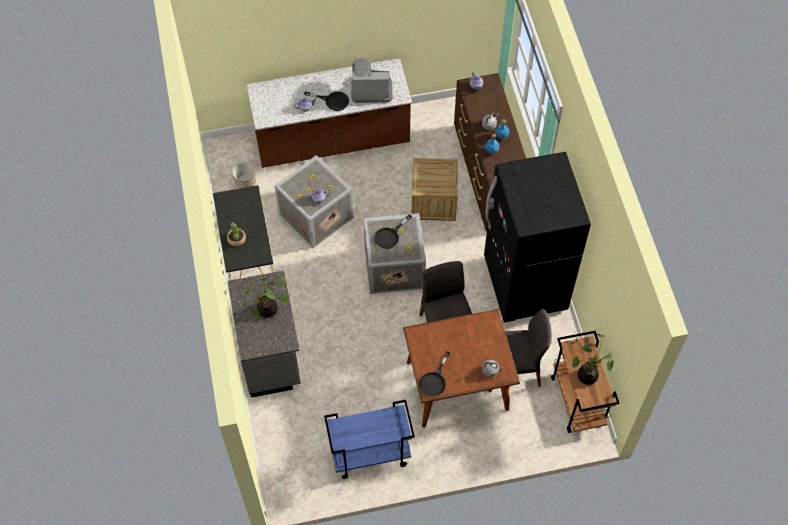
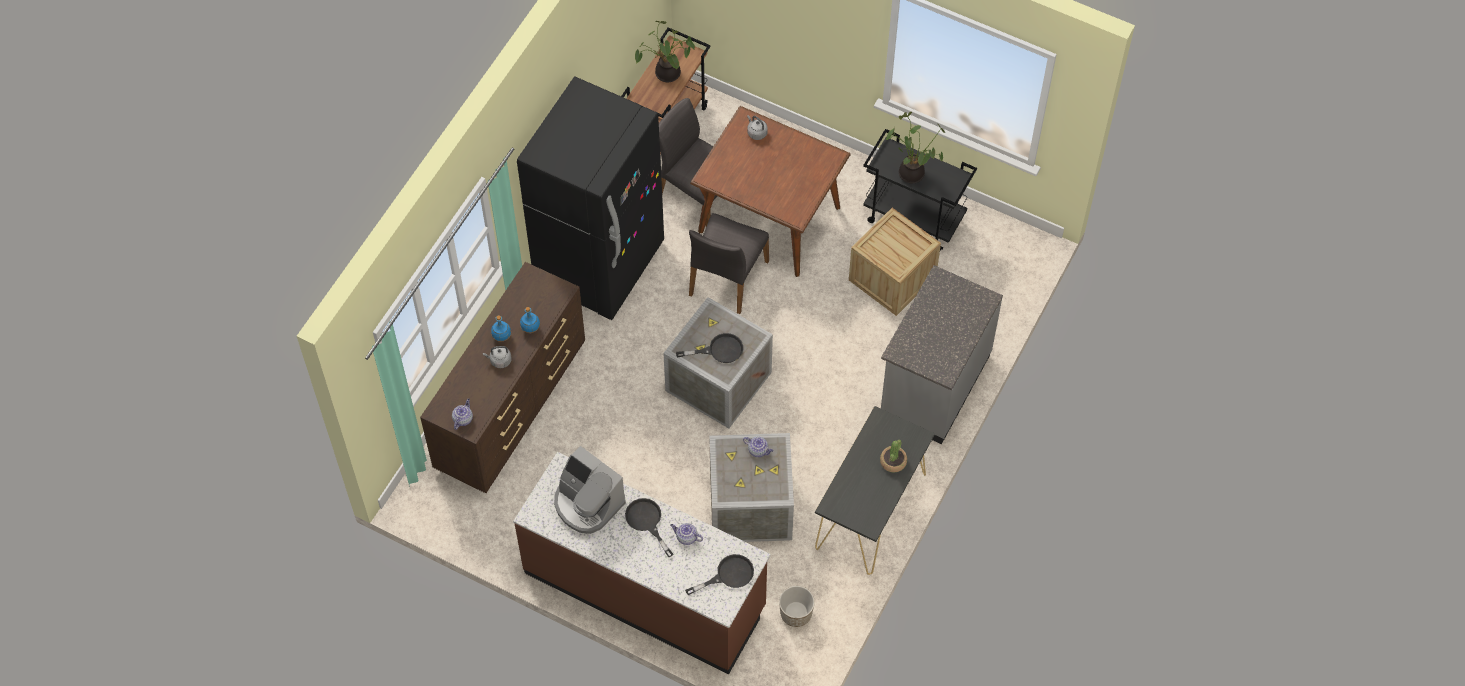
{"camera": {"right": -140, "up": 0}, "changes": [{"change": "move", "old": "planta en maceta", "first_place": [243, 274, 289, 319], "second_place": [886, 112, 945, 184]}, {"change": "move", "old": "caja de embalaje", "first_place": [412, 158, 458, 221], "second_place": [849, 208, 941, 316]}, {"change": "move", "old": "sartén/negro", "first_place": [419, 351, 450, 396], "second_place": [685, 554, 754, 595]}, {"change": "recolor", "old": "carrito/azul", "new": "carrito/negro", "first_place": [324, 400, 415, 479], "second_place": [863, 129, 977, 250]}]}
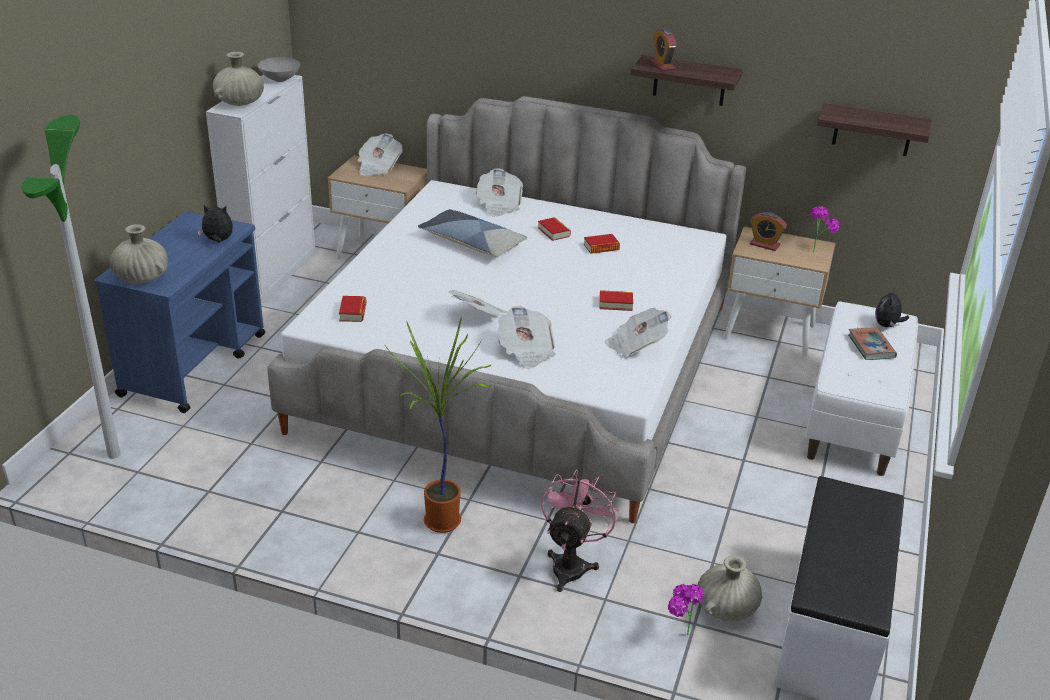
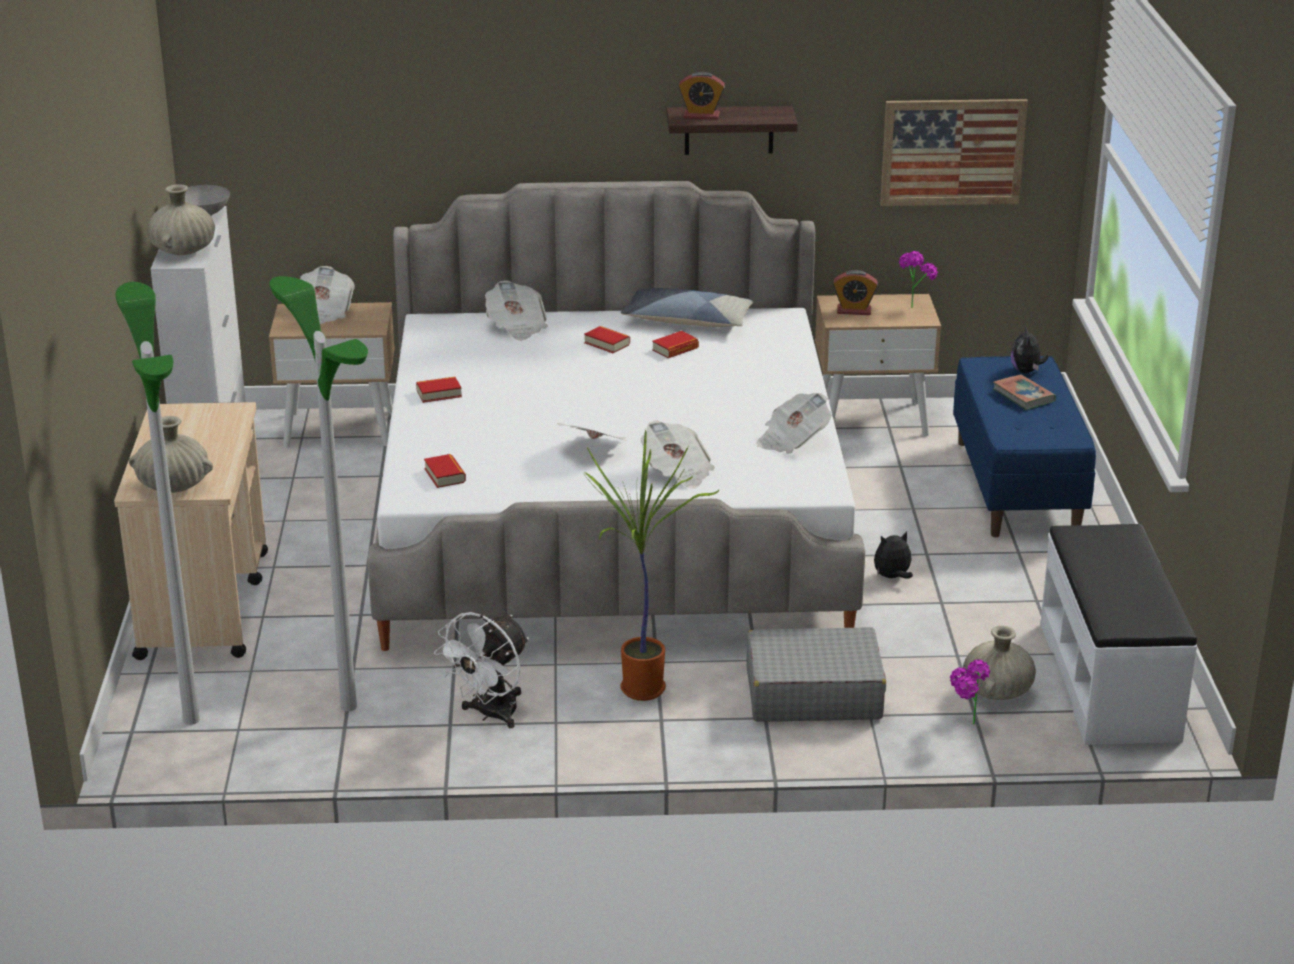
{"camera": {"right": -20, "up": -5}, "changes": [{"change": "insert", "new": "lámpara de pie", "second_place": [269, 276, 368, 712]}, {"change": "insert", "new": "ventilador/blanco", "second_place": [434, 612, 529, 728]}, {"change": "move", "old": "peluche", "first_place": [198, 205, 233, 243], "second_place": [874, 531, 913, 579]}, {"change": "move", "old": "cojín", "first_place": [418, 209, 527, 257], "second_place": [621, 288, 754, 327]}, {"change": "move", "old": "libro", "first_place": [599, 290, 633, 311], "second_place": [416, 377, 462, 403]}, {"change": "replace", "old": "ventilador/rosa", "new": "maleta/gris", "first_place": [541, 470, 620, 592], "second_place": [746, 627, 886, 722]}, {"change": "replace", "old": "estante", "new": "cuadro", "first_place": [817, 103, 932, 156], "second_place": [880, 99, 1028, 206]}, {"change": "recolor", "old": "carrito/azul", "new": "carrito/beis", "first_place": [94, 211, 265, 413], "second_place": [114, 402, 268, 660]}, {"change": "recolor", "old": "banco/blanco", "new": "banco/azul", "first_place": [805, 301, 918, 476], "second_place": [953, 356, 1096, 537]}, {"change": "rotate", "old": "despertador", "first_place": [650, 28, 677, 71], "second_place": [678, 72, 725, 120], "degrees": -45}]}
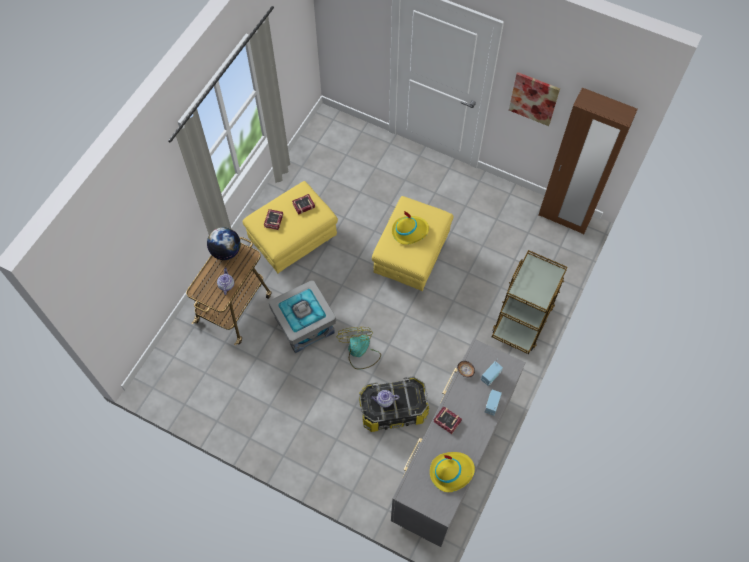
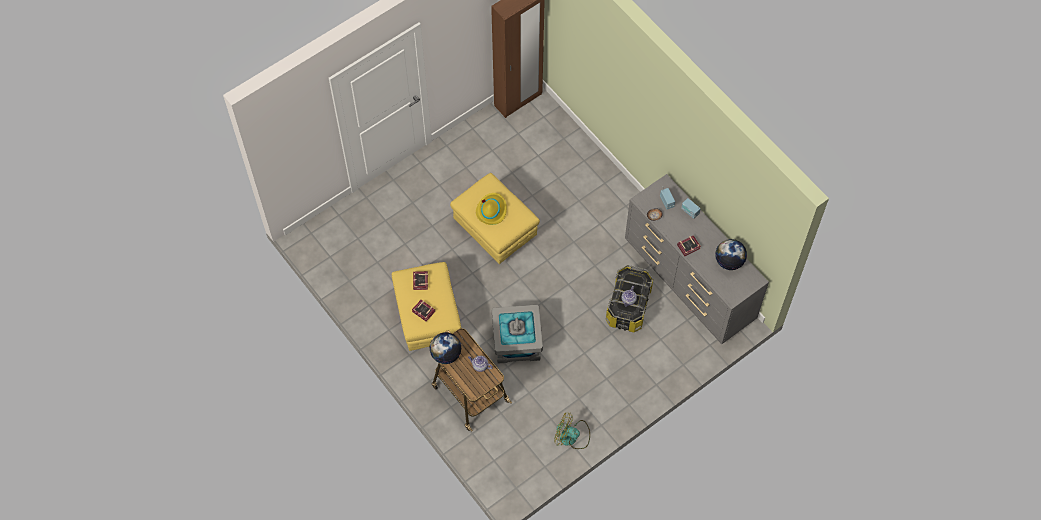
{"camera": {"right": -65, "up": 0}, "changes": [{"change": "delete", "old": "carrito/marrón", "first_place": [492, 250, 568, 354]}, {"change": "delete", "old": "cuadro", "first_place": [509, 72, 560, 126]}, {"change": "move", "old": "ventilador", "first_place": [336, 327, 381, 370], "second_place": [554, 412, 590, 449]}, {"change": "replace", "old": "sombrero/amarillo", "new": "globo terráqueo", "first_place": [430, 452, 475, 492], "second_place": [715, 239, 747, 270]}]}
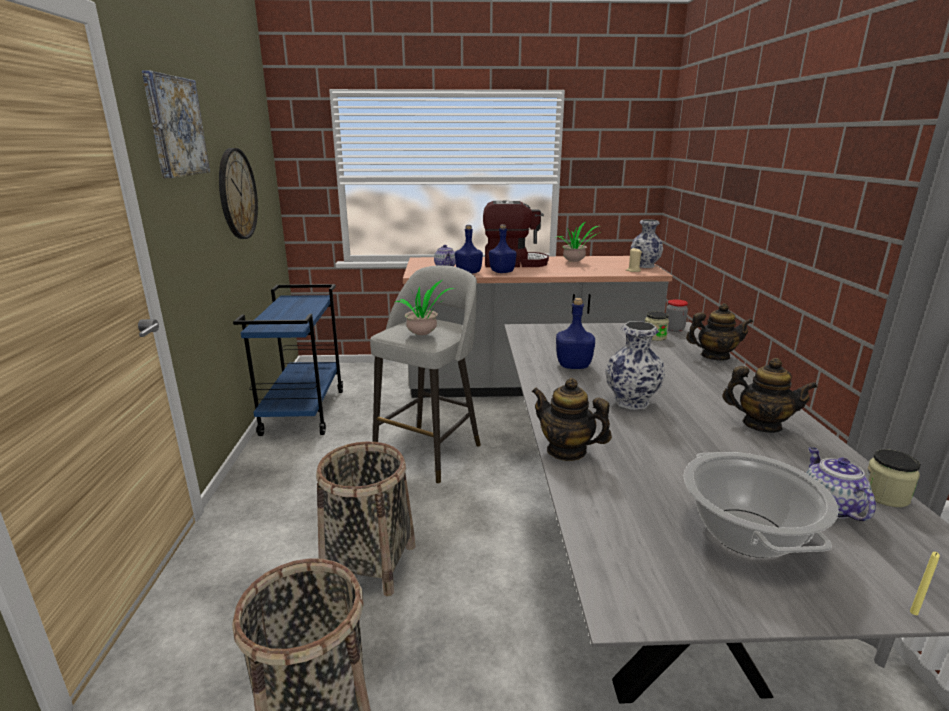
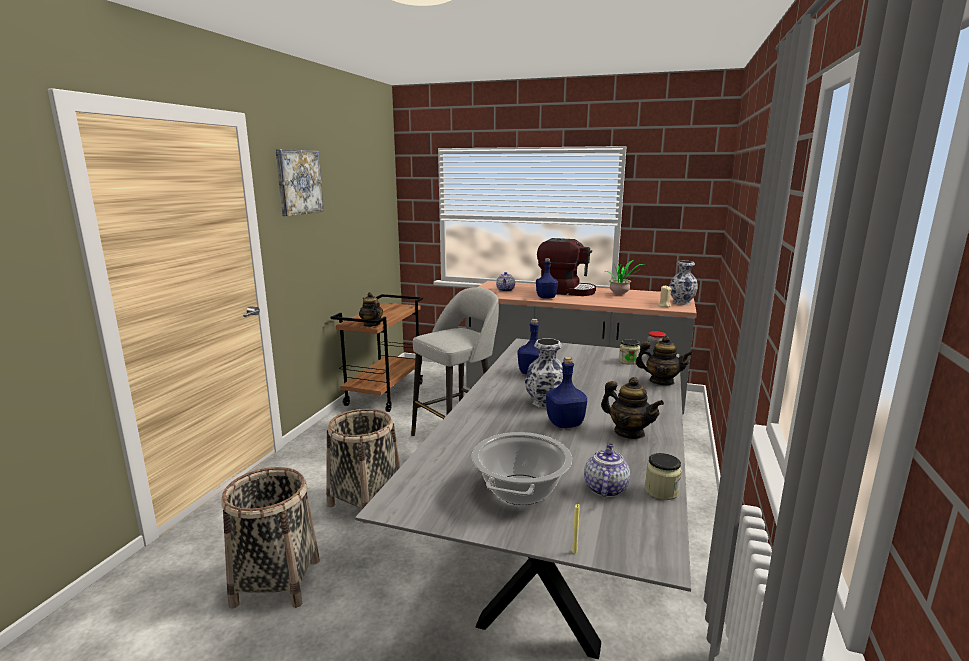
{"camera": {"right": 20, "up": -5}, "changes": [{"change": "delete", "old": "reloj de pared", "first_place": [219, 148, 258, 239]}, {"change": "delete", "old": "planta en maceta", "first_place": [394, 280, 455, 335]}, {"change": "move", "old": "botella/azul", "first_place": [455, 225, 483, 274], "second_place": [546, 357, 587, 428]}, {"change": "move", "old": "tetera", "first_place": [532, 378, 612, 461], "second_place": [359, 292, 383, 327]}, {"change": "recolor", "old": "carrito/azul", "new": "carrito/marrón", "first_place": [233, 284, 343, 436], "second_place": [331, 294, 423, 412]}]}
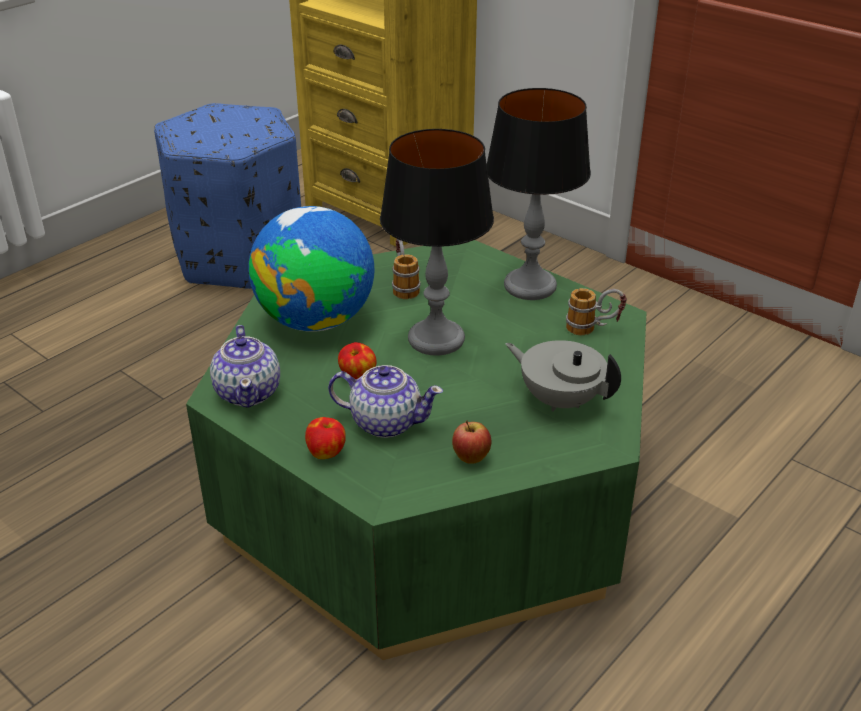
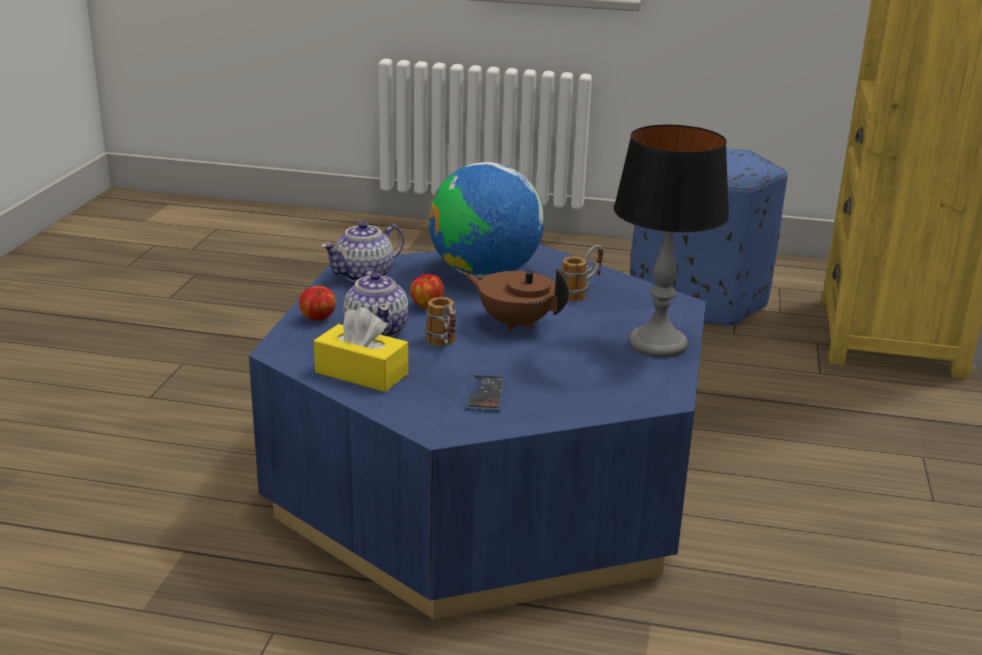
{"camera": {"right": 60, "up": -10}, "changes": [{"change": "move", "old": "taza grande", "first_place": [566, 288, 627, 335], "second_place": [425, 297, 456, 346]}, {"change": "replace", "old": "lámpara de mesa", "new": "tetera/marrón", "first_place": [380, 129, 494, 356], "second_place": [464, 269, 569, 331]}, {"change": "replace", "old": "manzana", "new": "caja de pañuelos/amarillo", "first_place": [452, 420, 492, 463], "second_place": [314, 307, 408, 392]}, {"change": "replace", "old": "tetera/gris", "new": "móvil", "first_place": [506, 340, 621, 411], "second_place": [465, 375, 506, 412]}, {"change": "recolor", "old": "mesa de centro/verde", "new": "mesa de centro/azul", "first_place": [186, 240, 647, 660], "second_place": [249, 244, 706, 620]}]}
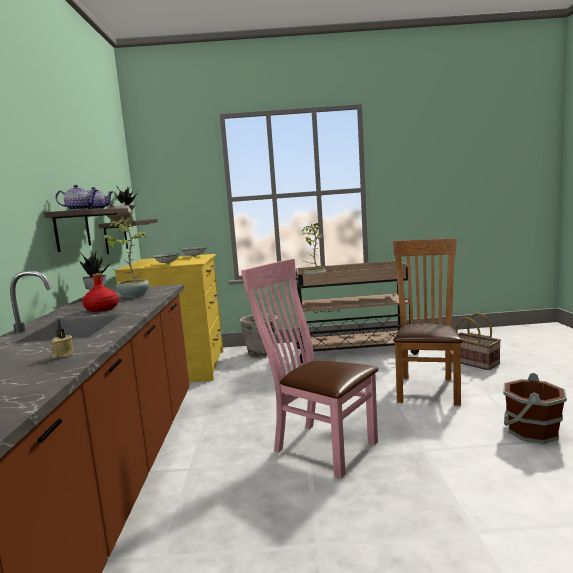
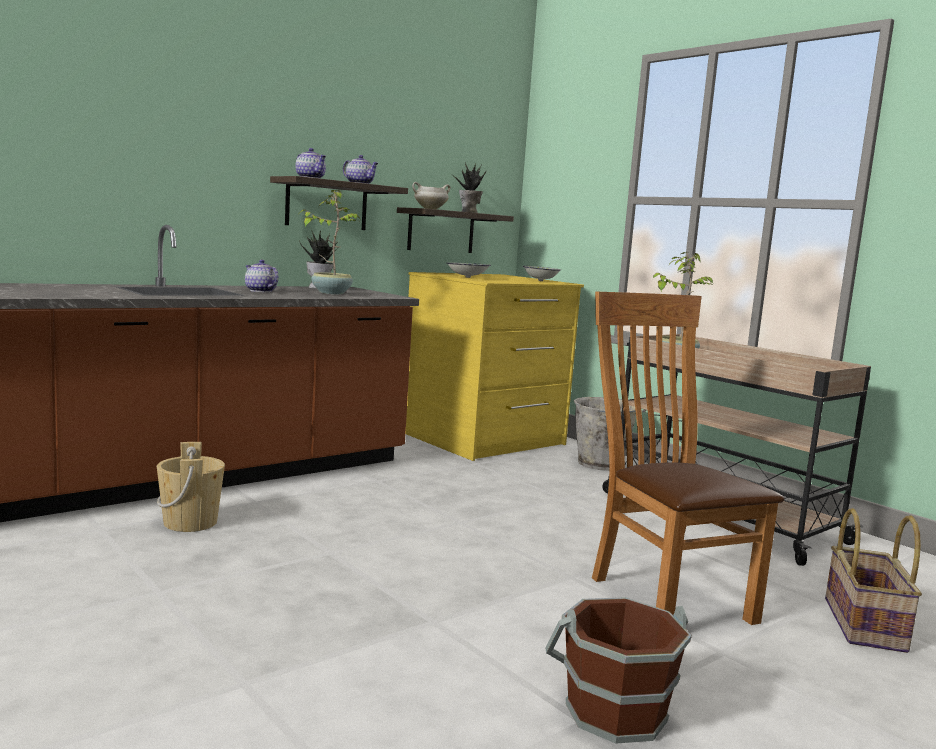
{"camera": {"right": 50, "up": 0}, "changes": [{"change": "delete", "old": "vela/beis", "first_place": [51, 329, 74, 358]}, {"change": "delete", "old": "silla/rosa", "first_place": [241, 259, 378, 478]}, {"change": "insert", "new": "cubo/beis", "second_place": [157, 442, 225, 532]}, {"change": "replace", "old": "botella/rojo", "new": "tetera", "first_place": [82, 273, 119, 312], "second_place": [245, 260, 278, 292]}, {"change": "rotate", "old": "silla/marrón", "first_place": [393, 238, 463, 406], "second_place": [592, 291, 785, 625], "degrees": -90}]}
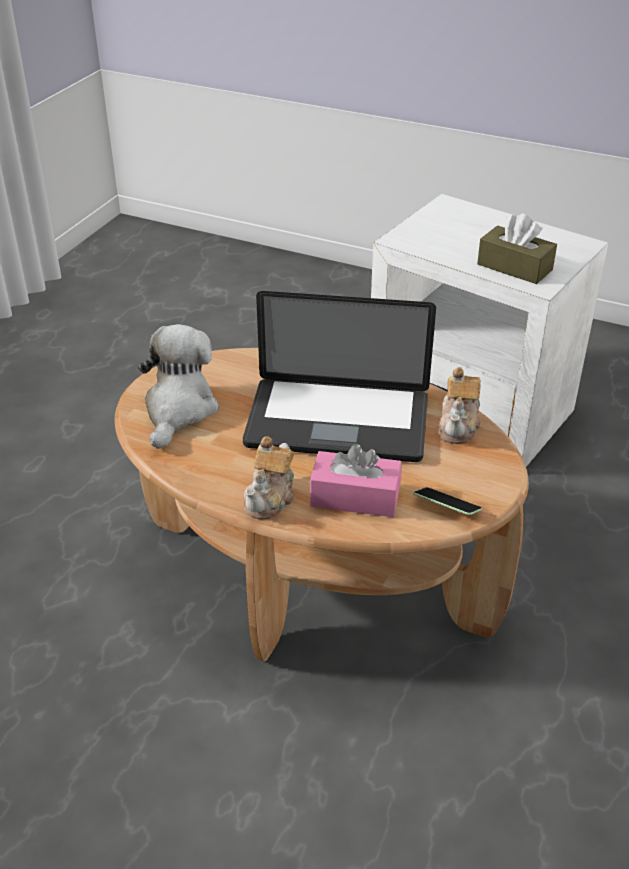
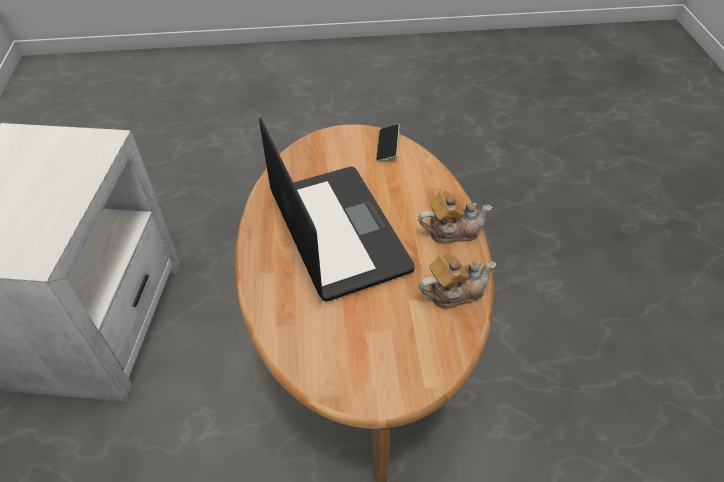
{"camera": {"right": -120, "up": 10}, "changes": [{"change": "delete", "old": "peluche", "first_place": [138, 324, 219, 449]}, {"change": "delete", "old": "caja de pañuelos/rosa", "first_place": [310, 444, 402, 517]}, {"change": "delete", "old": "caja de pañuelos/marrón", "first_place": [477, 214, 557, 284]}, {"change": "move", "old": "tetera", "first_place": [439, 367, 481, 444], "second_place": [419, 252, 496, 309]}]}
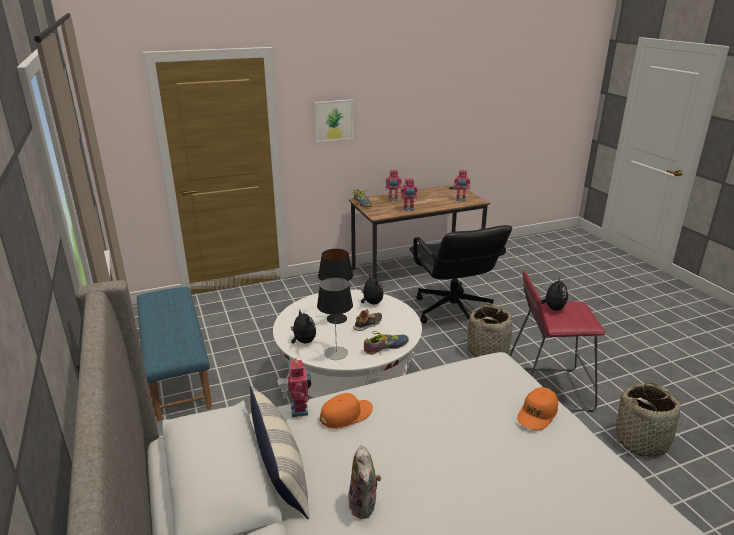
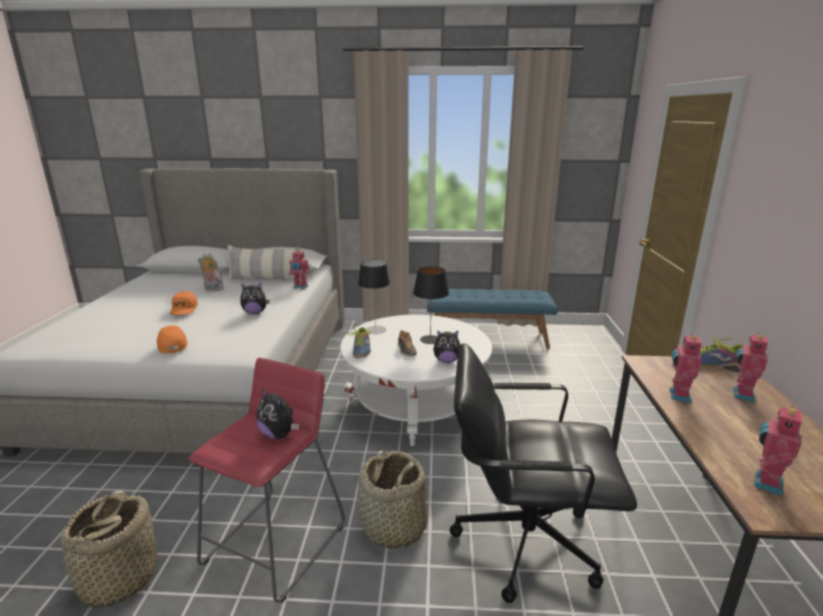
{"camera": {"right": 115, "up": -5}, "changes": [{"change": "delete", "old": "cuadro", "first_place": [315, 99, 353, 142]}, {"change": "move", "old": "peluche", "first_place": [291, 310, 316, 343], "second_place": [240, 283, 270, 314]}, {"change": "move", "old": "gorra/naranja", "first_place": [320, 393, 373, 429], "second_place": [170, 291, 198, 315]}]}
